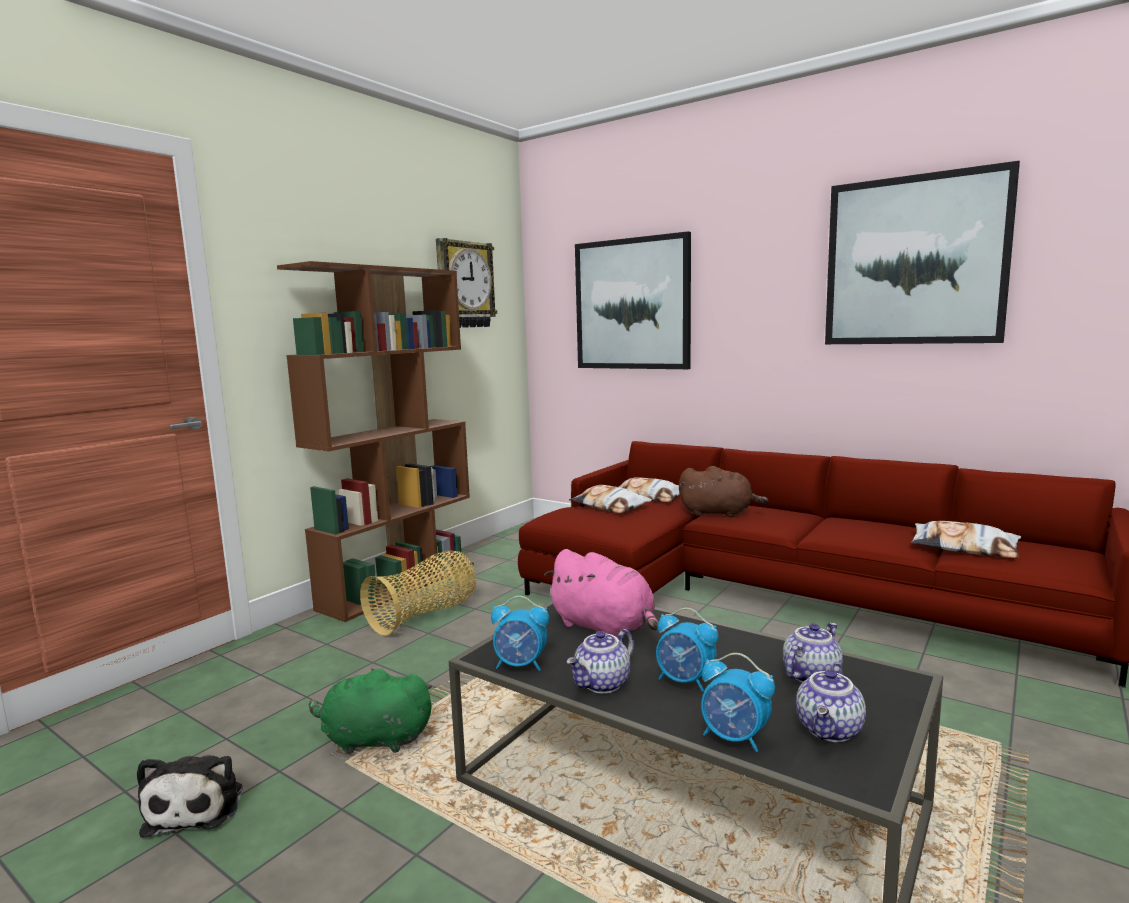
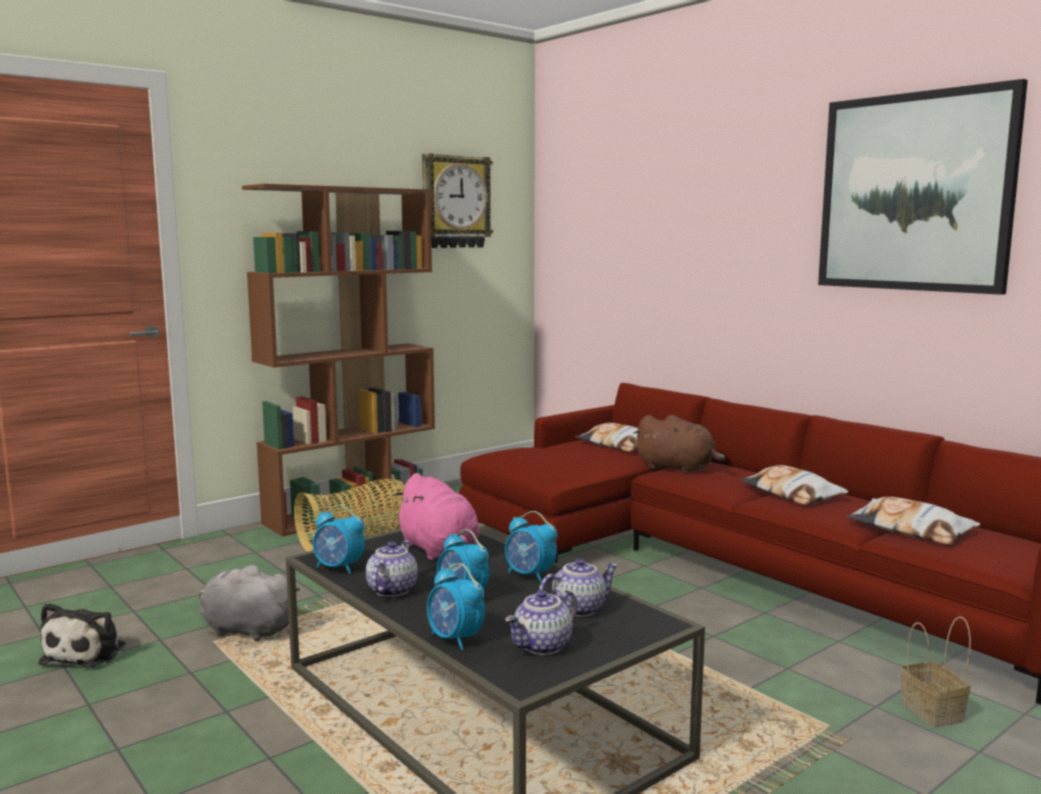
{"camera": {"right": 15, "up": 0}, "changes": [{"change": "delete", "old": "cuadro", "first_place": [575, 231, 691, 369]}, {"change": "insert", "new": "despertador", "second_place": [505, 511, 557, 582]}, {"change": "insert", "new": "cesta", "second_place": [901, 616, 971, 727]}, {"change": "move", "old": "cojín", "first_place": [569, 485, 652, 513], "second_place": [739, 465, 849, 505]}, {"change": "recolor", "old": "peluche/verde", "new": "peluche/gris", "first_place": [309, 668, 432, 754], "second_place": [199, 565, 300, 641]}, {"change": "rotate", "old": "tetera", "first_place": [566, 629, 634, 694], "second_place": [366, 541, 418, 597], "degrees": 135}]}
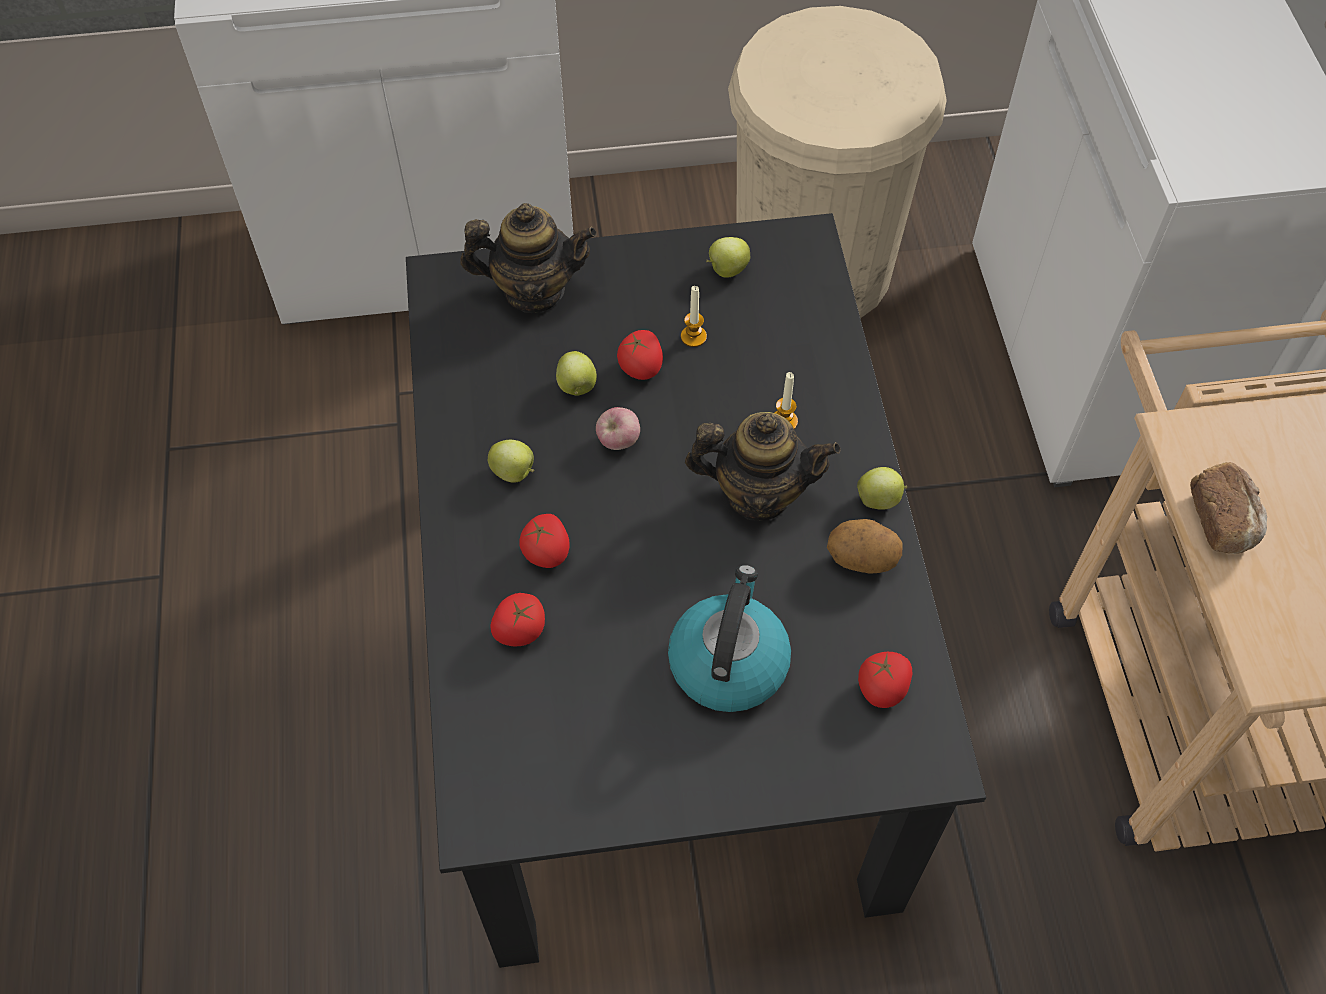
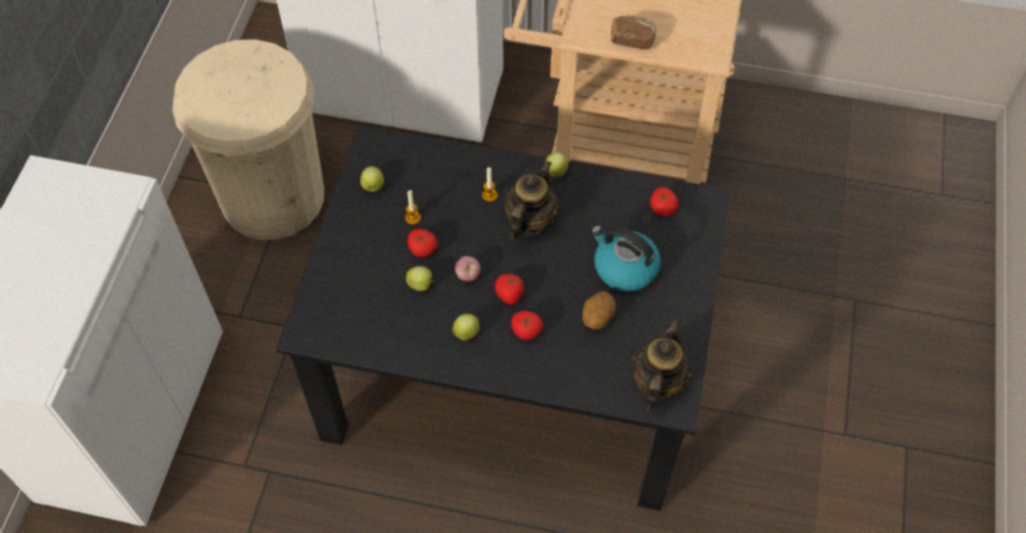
{"camera": {"right": -70, "up": 0}, "changes": [{"change": "move", "old": "tetera", "first_place": [460, 203, 597, 313], "second_place": [630, 319, 692, 411]}, {"change": "move", "old": "tomate", "first_place": [490, 593, 545, 646], "second_place": [495, 273, 524, 305]}, {"change": "move", "old": "patata", "first_place": [827, 519, 903, 574], "second_place": [582, 291, 616, 330]}]}
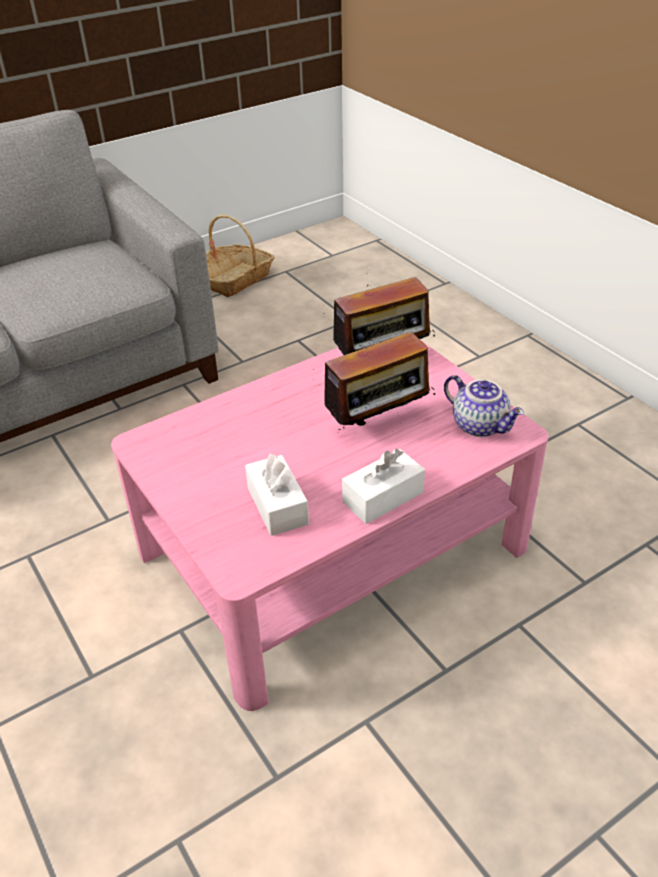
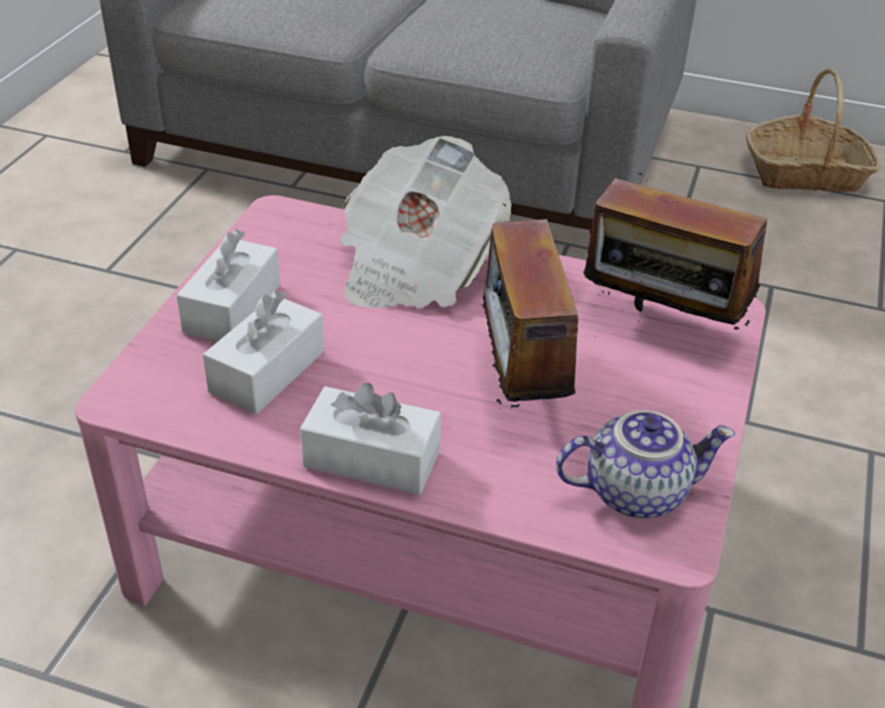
{"camera": {"right": 50, "up": 0}, "changes": [{"change": "insert", "new": "caja de pañuelos/blanco", "second_place": [176, 229, 280, 342]}, {"change": "insert", "new": "periódico", "second_place": [340, 136, 512, 308]}, {"change": "rotate", "old": "radio", "first_place": [313, 331, 435, 433], "second_place": [449, 204, 578, 409], "degrees": 60}, {"change": "rotate", "old": "tetera", "first_place": [444, 375, 524, 437], "second_place": [556, 410, 735, 518], "degrees": -105}]}
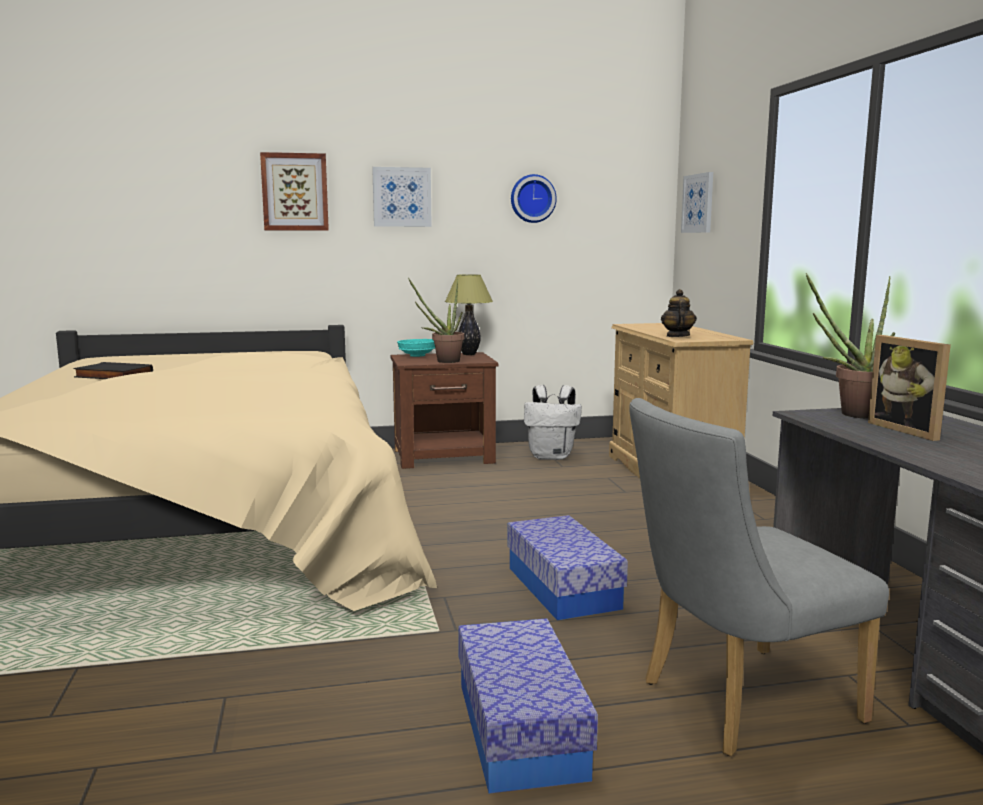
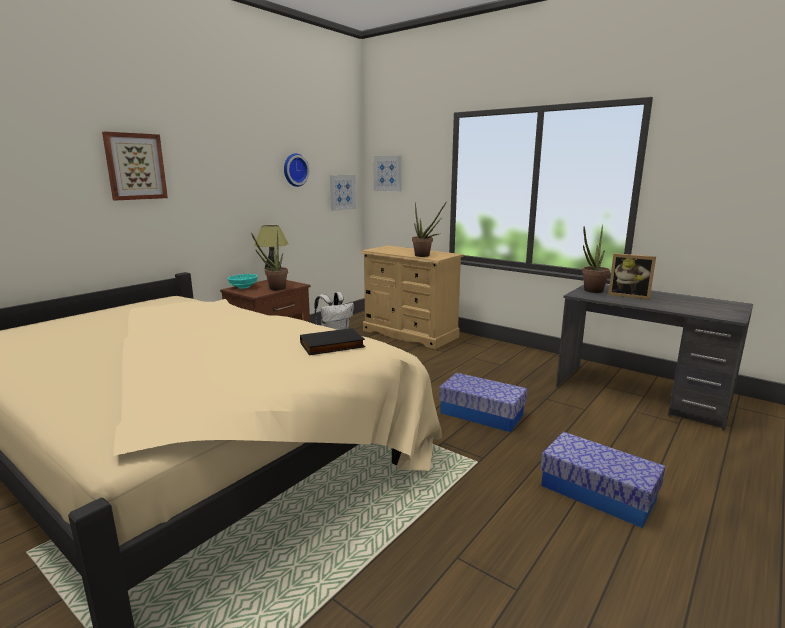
{"camera": {"right": -40, "up": 5}, "changes": [{"change": "delete", "old": "silla/gris", "first_place": [629, 398, 889, 756]}, {"change": "move", "old": "libro/negro", "first_place": [73, 362, 153, 379], "second_place": [300, 328, 365, 355]}, {"change": "move", "old": "cuadro", "first_place": [372, 167, 432, 227], "second_place": [330, 175, 356, 211]}, {"change": "replace", "old": "tetera", "new": "planta en maceta", "first_place": [661, 289, 697, 337], "second_place": [412, 201, 447, 257]}]}
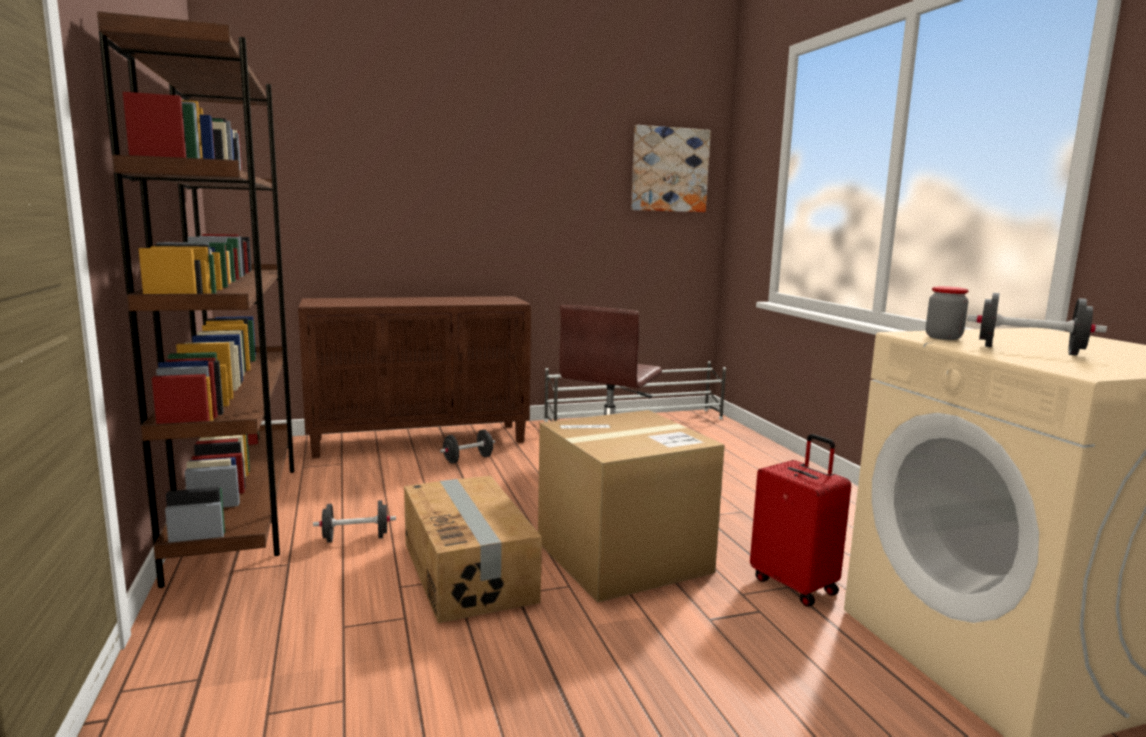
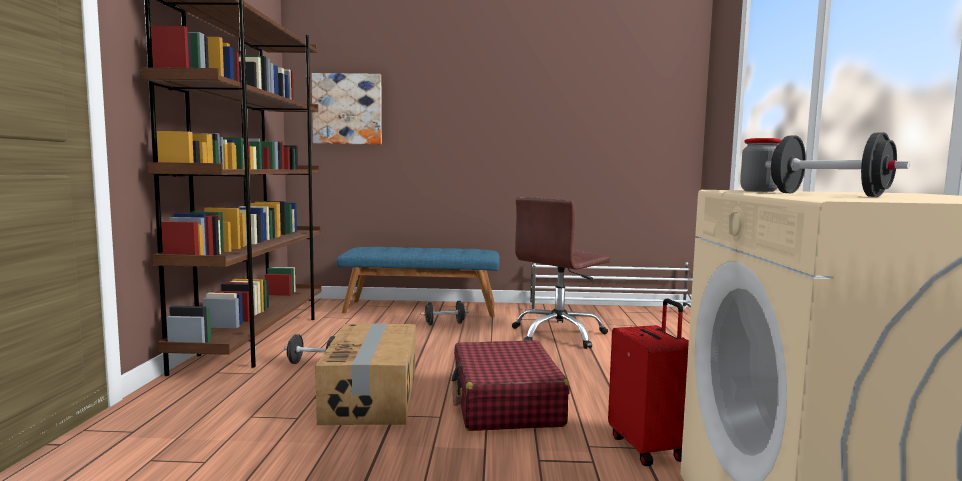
{"camera": {"right": 20, "up": -5}, "changes": [{"change": "move", "old": "cuadro", "first_place": [631, 125, 711, 212], "second_place": [312, 73, 382, 145]}, {"change": "replace", "old": "armario/marrón", "new": "banco/azul", "first_place": [298, 296, 531, 458], "second_place": [336, 247, 499, 317]}, {"change": "replace", "old": "caja de cartón", "new": "maleta/rojo", "first_place": [538, 410, 725, 603], "second_place": [452, 340, 569, 431]}]}
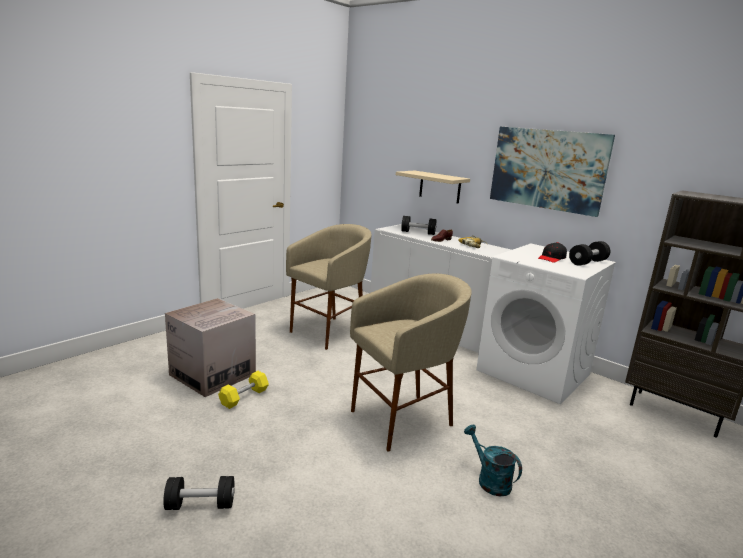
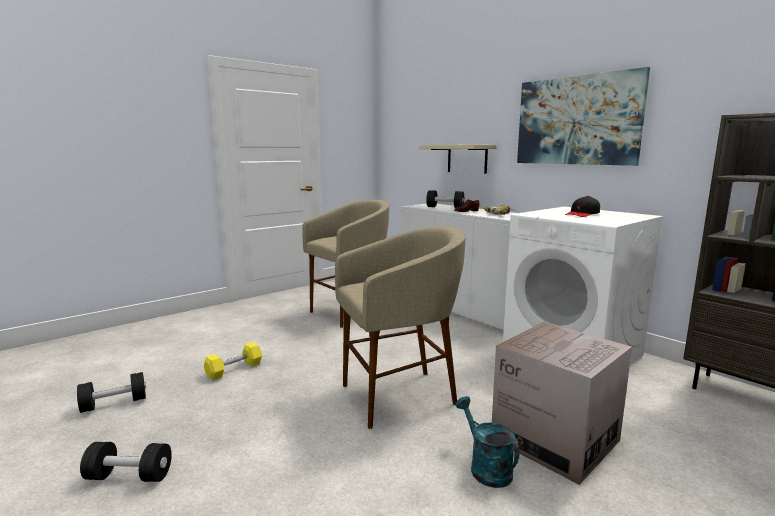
{"camera": {"right": 10, "up": -5}, "changes": [{"change": "move", "old": "caja de cartón", "first_place": [165, 298, 256, 397], "second_place": [492, 322, 632, 485]}, {"change": "move", "old": "mancuerna/negro", "first_place": [569, 241, 610, 266], "second_place": [77, 372, 146, 413]}]}
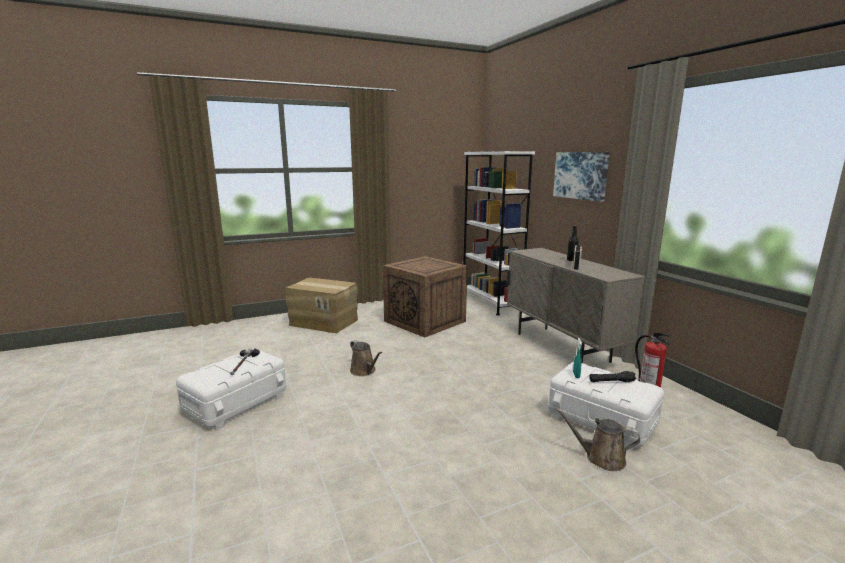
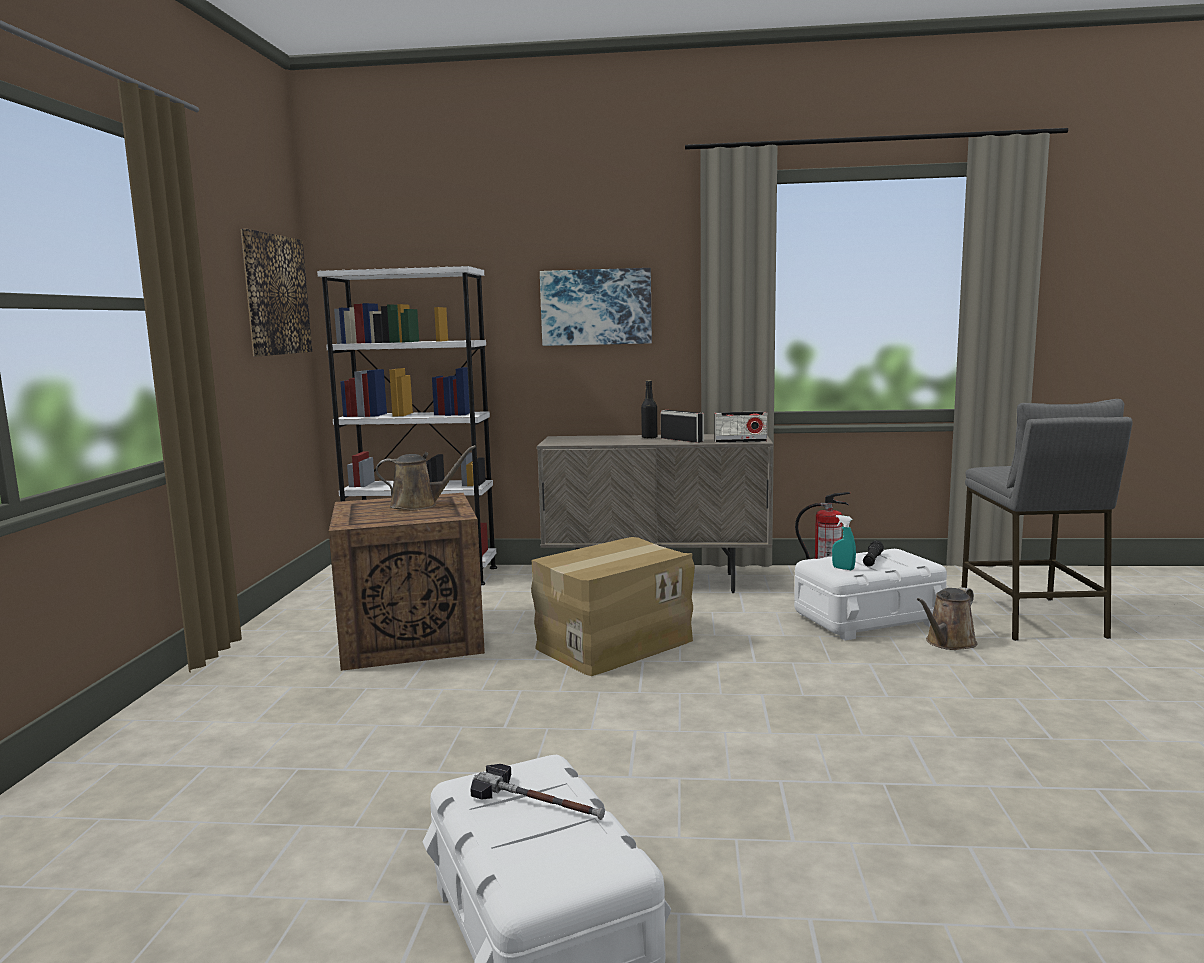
{"camera": {"right": -60, "up": -5}, "changes": [{"change": "insert", "new": "cuadro", "second_place": [241, 229, 312, 356]}, {"change": "insert", "new": "radio", "second_place": [714, 411, 767, 443]}, {"change": "insert", "new": "taburete/gris", "second_place": [962, 399, 1133, 641]}, {"change": "move", "old": "caja de cartón", "first_place": [285, 278, 358, 333], "second_place": [531, 537, 695, 676]}, {"change": "move", "old": "regadera/marrón", "first_place": [350, 340, 382, 376], "second_place": [375, 445, 476, 510]}]}
